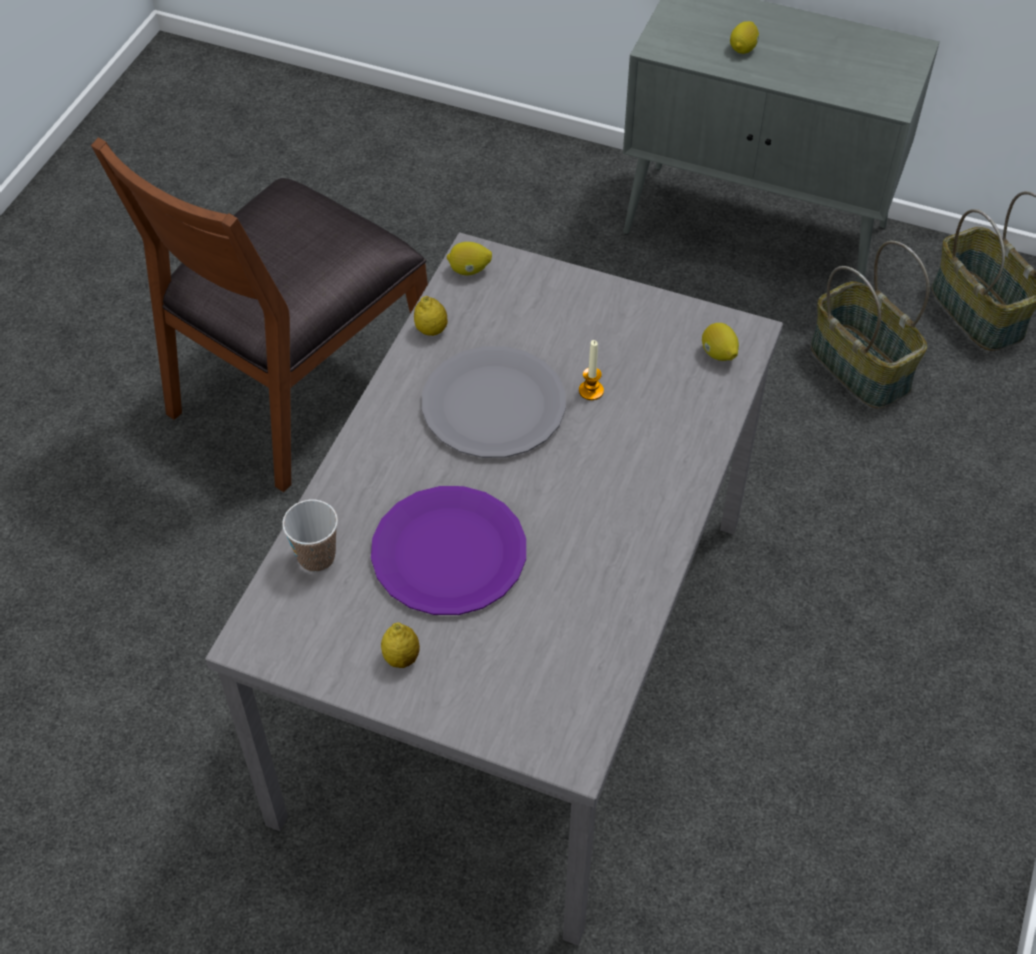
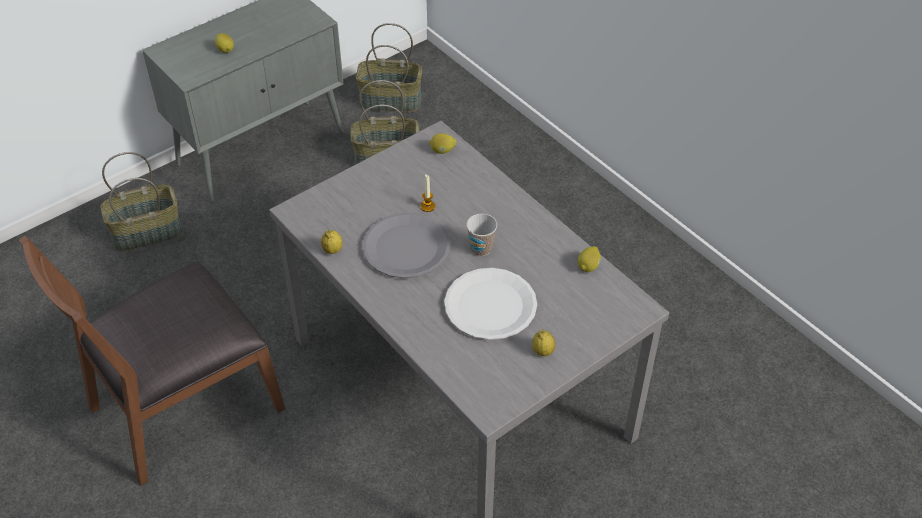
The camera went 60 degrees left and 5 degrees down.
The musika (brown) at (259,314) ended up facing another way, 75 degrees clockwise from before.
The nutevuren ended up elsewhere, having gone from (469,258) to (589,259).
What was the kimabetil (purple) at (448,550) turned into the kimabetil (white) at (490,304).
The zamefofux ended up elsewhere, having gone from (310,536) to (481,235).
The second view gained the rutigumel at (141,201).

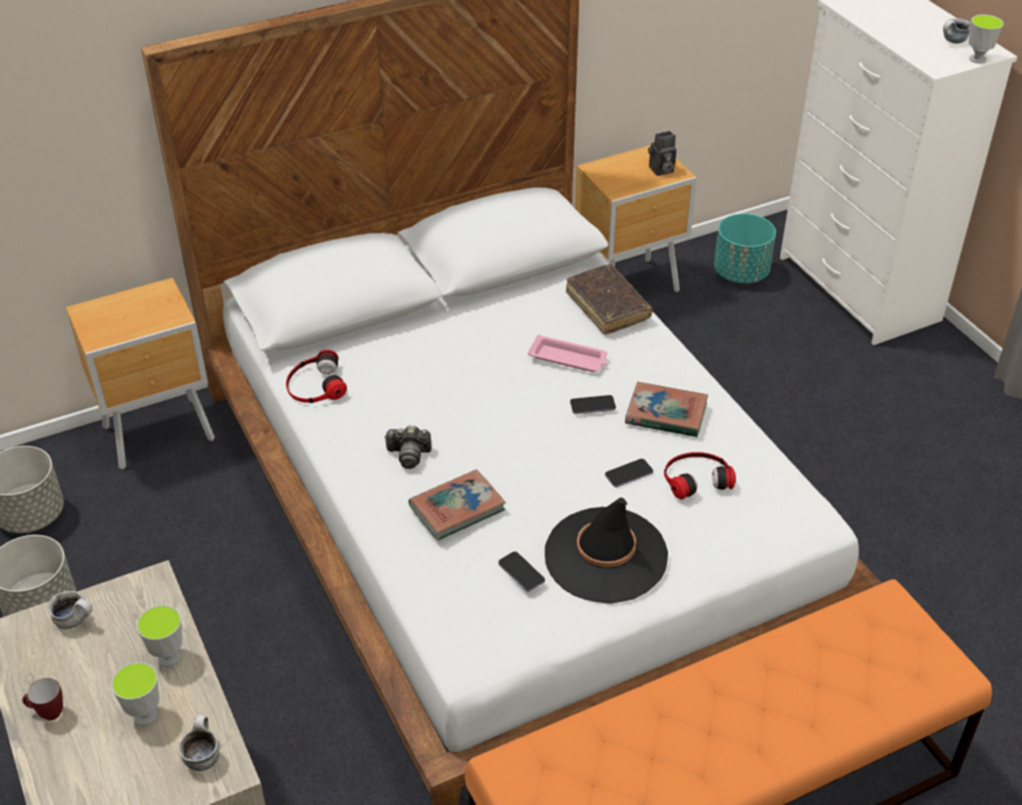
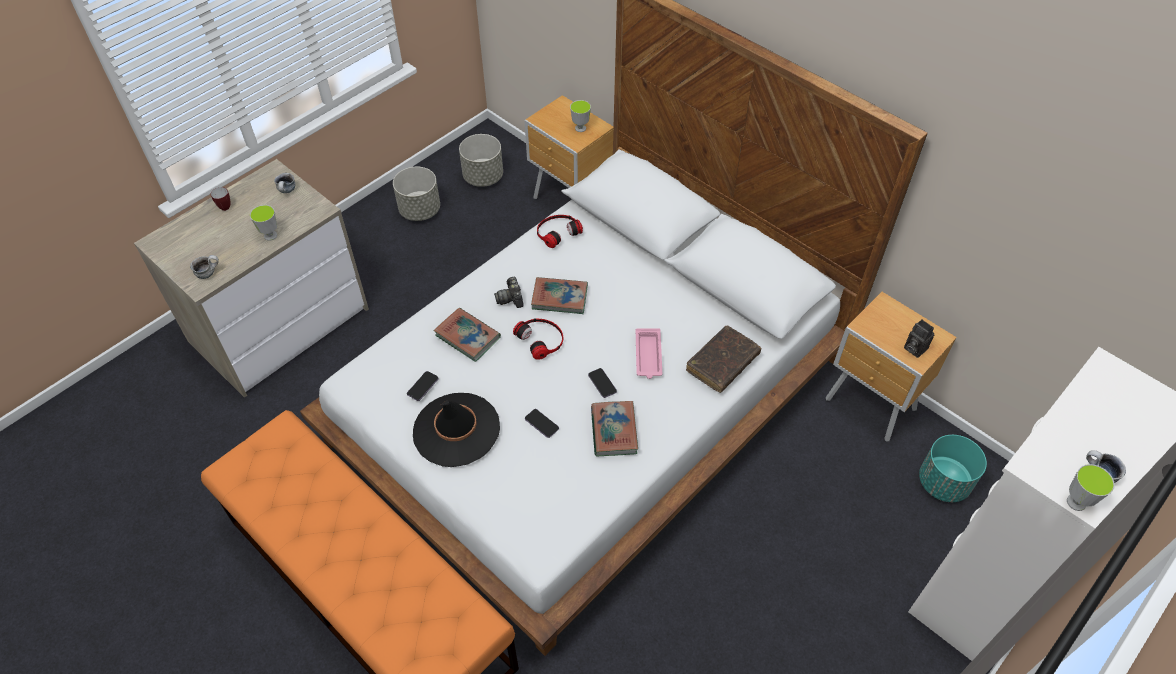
The camera went 70 degrees right and 10 degrees up.
The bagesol ended up elsewhere, having gone from (700,476) to (538,339).
The zamefofux ended up elsewhere, having gone from (135,694) to (580,116).
The second view gained the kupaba at (559,295).

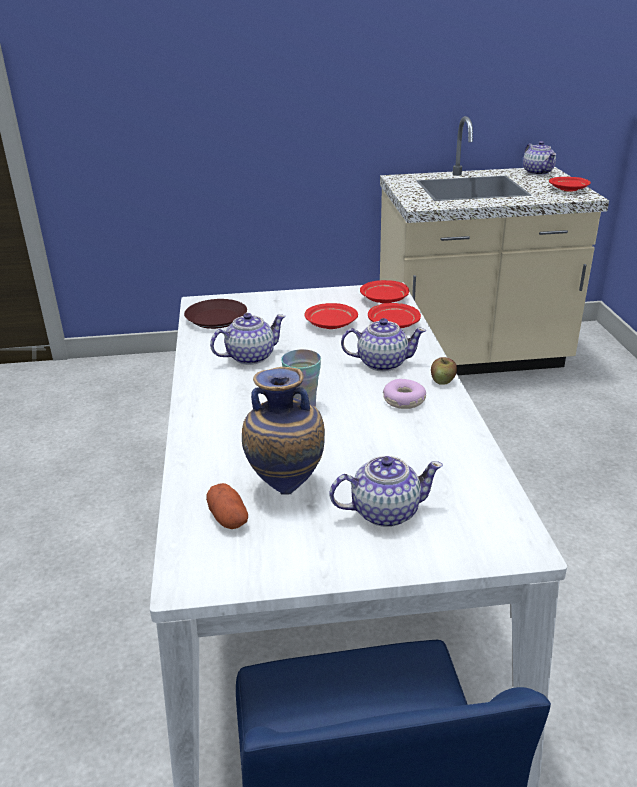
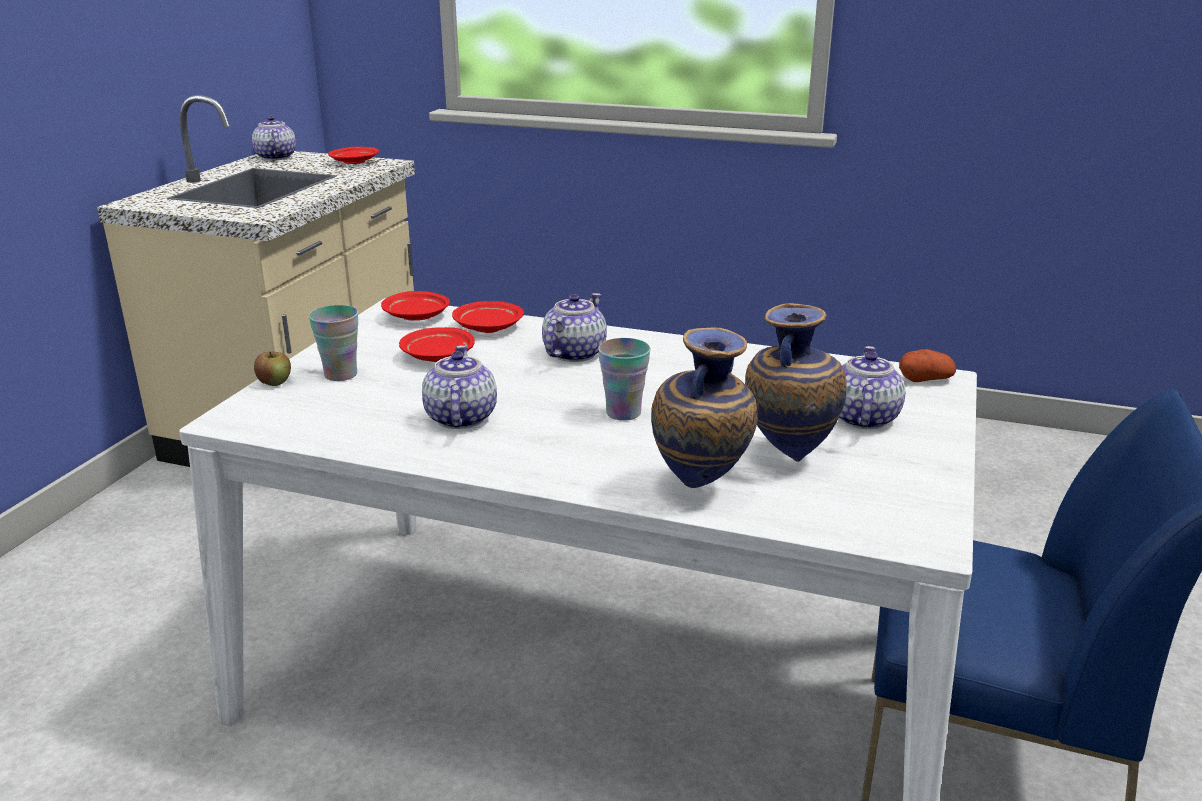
The camera went 65 degrees left and 5 degrees down.
The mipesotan at (539,158) ended up facing another way, 120 degrees counterclockwise from before.
The second view lost the kimabetil (brown) at (215,314).
The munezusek ended up elsewhere, having gone from (444,371) to (272,369).
The second view lost the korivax at (404,394).
The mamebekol ended up elsewhere, having gone from (227,506) to (927,365).
The second view gained the zamefofux at (333,343).
The second view gained the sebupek at (704,407).

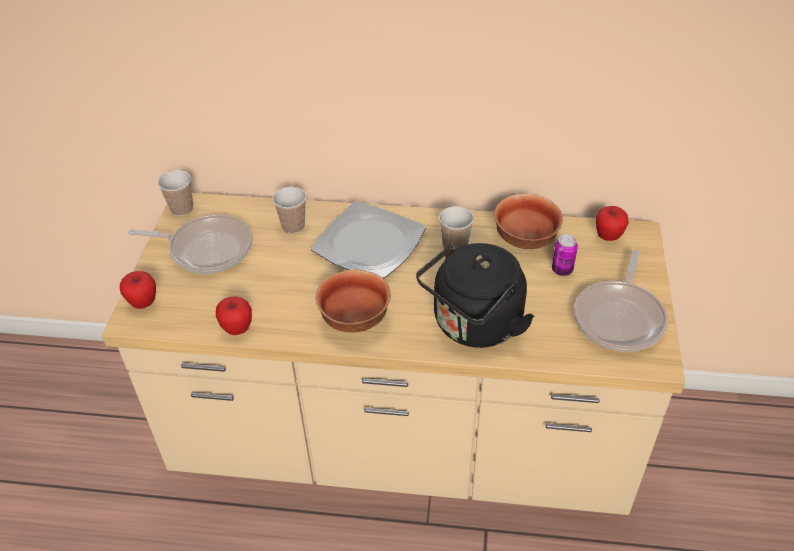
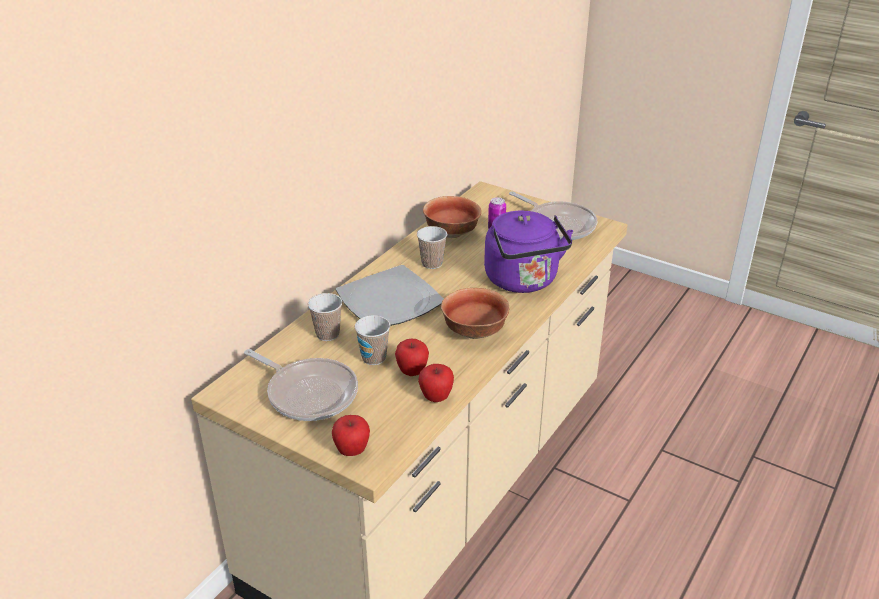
The camera went 65 degrees left and 10 degrees down.
The zamefofux ended up elsewhere, having gone from (175,193) to (372,340).
The munezusek ended up elsewhere, having gone from (612,223) to (412,357).
The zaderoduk at (190,244) ended up facing another way, 90 degrees clockwise from before.
What was the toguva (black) at (475,295) turned into the toguva (purple) at (528,252).

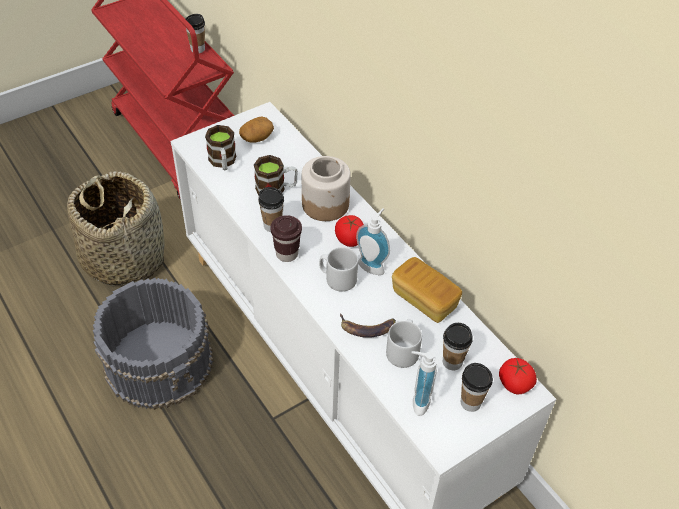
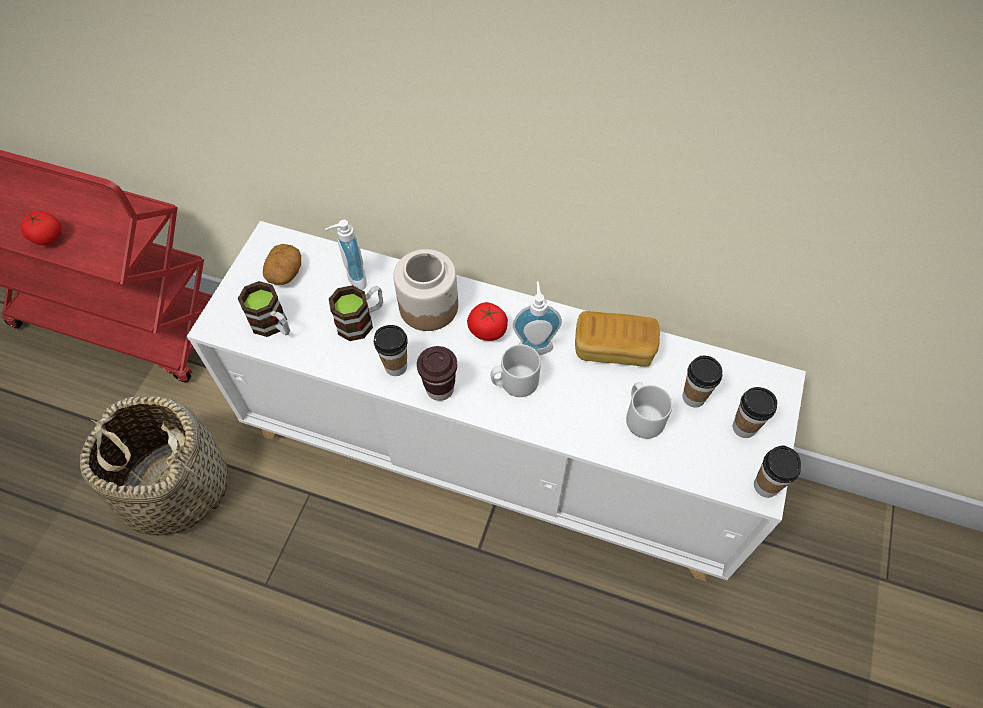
The camera went 35 degrees left and 10 degrees up.
The zamefofux ended up elsewhere, having gone from (195,33) to (777,471).
The second view lost the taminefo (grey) at (153,344).
The second view lost the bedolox at (368,325).
The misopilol ended up elsewhere, having gone from (424,383) to (346,255).
The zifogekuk ended up elsewhere, having gone from (518,376) to (41,228).

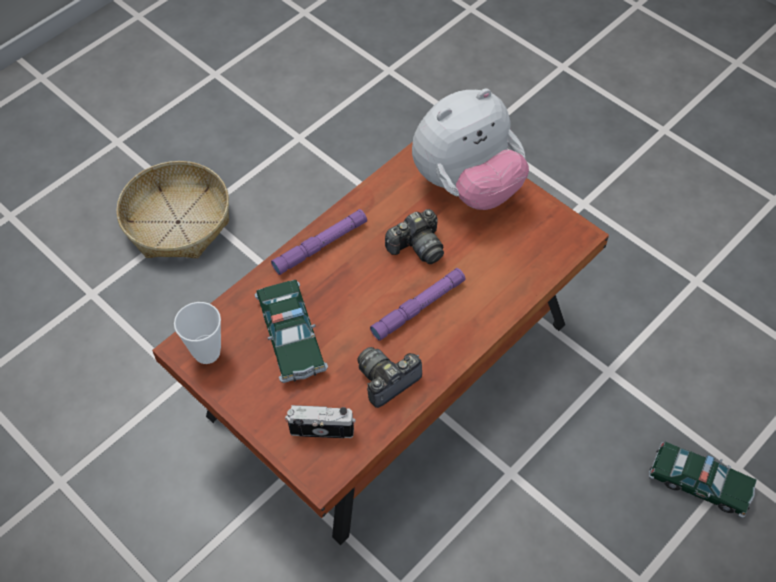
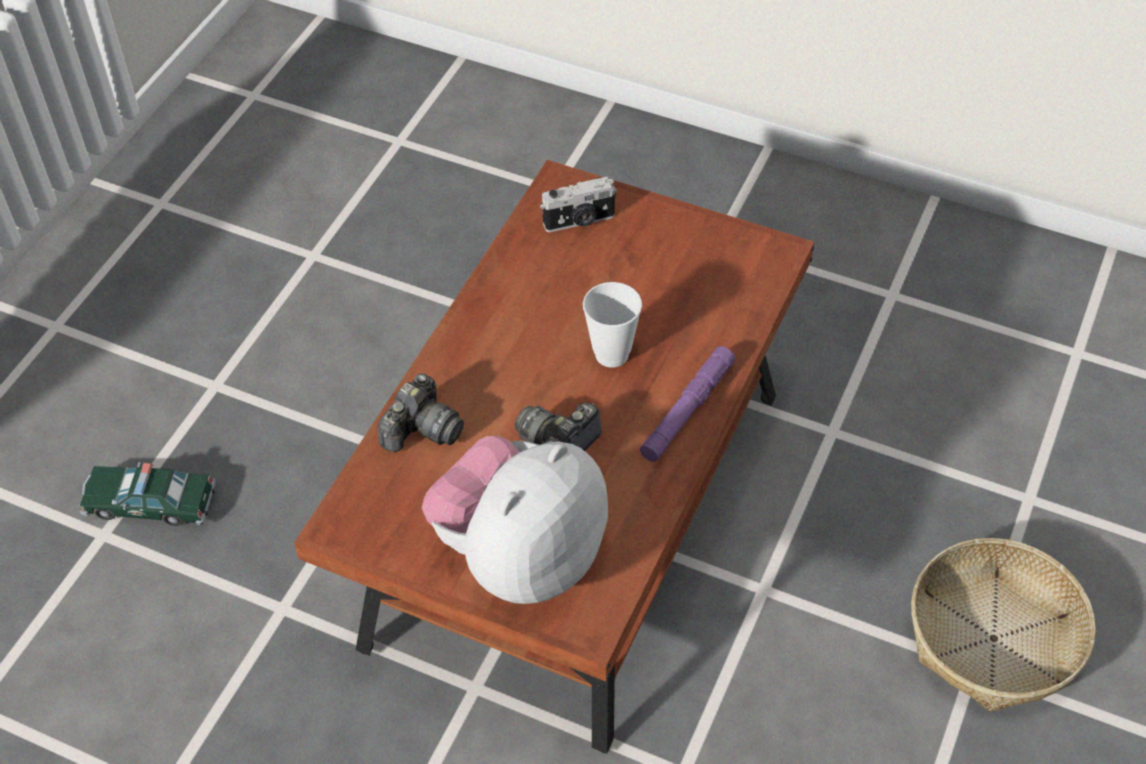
The camera went 160 degrees right and 5 degrees down.
The second view lost the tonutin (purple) at (418,304).
The second view lost the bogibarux at (291,331).
The zamefofux ended up elsewhere, having gone from (197,333) to (612,325).
The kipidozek ended up elsewhere, having gone from (389,377) to (421,412).

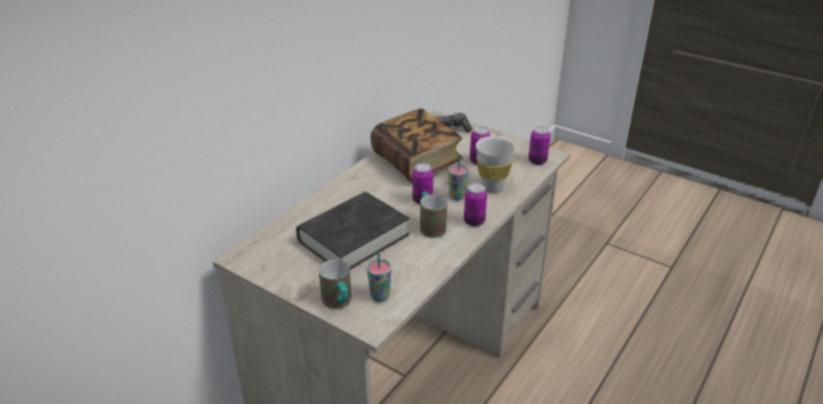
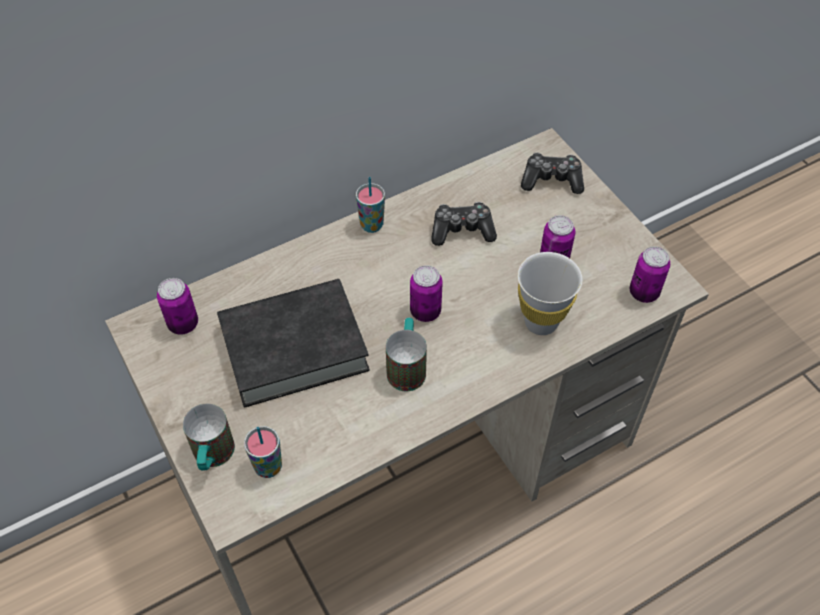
The camera went 25 degrees right and 20 degrees up.
Where the kupaba stood at (417,145), the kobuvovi came to stand at (464,224).
The zamefofux ended up elsewhere, having gone from (458,177) to (370,205).
The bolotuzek ended up elsewhere, having gone from (475,205) to (177,306).

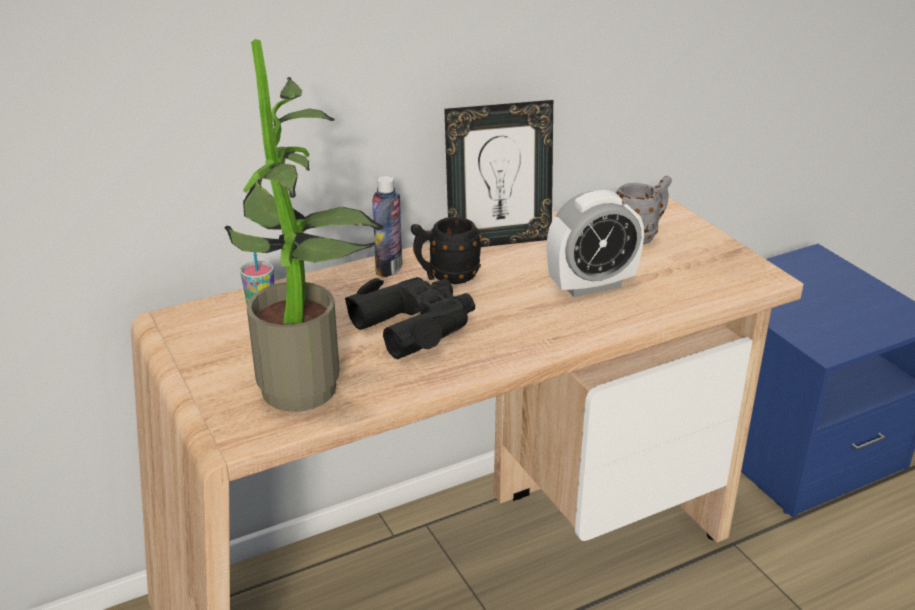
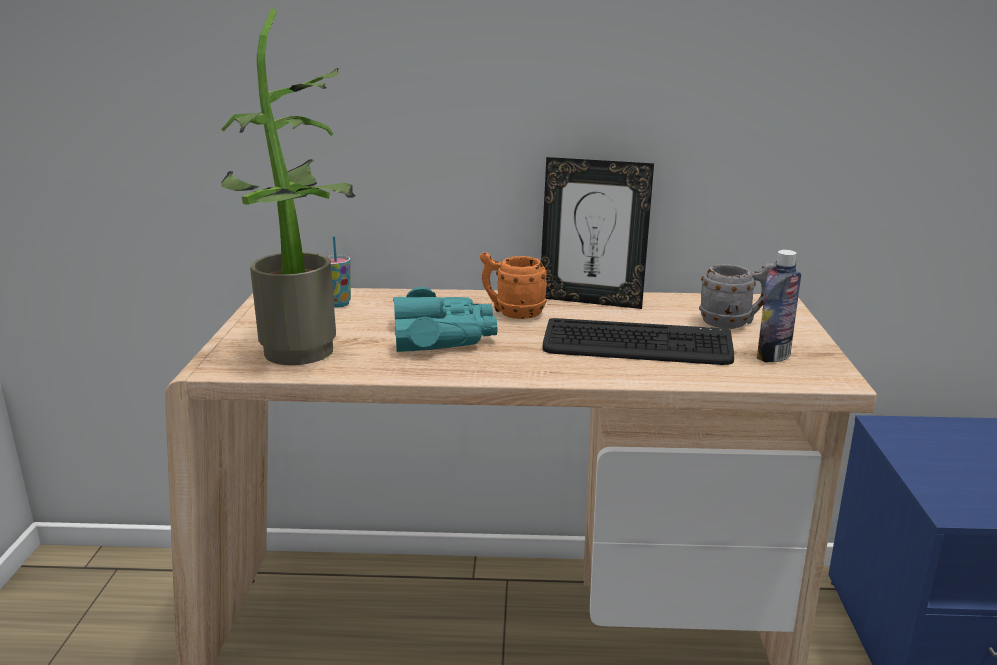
The camera went 30 degrees right and 10 degrees down.
The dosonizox ended up elsewhere, having gone from (387,226) to (779,306).
Where the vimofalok stood at (595,243), the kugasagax came to stand at (638,341).
What was the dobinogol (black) at (446,250) turned into the dobinogol (orange) at (514,285).
What was the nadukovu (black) at (410,318) turned into the nadukovu (turquoise) at (445,319).

